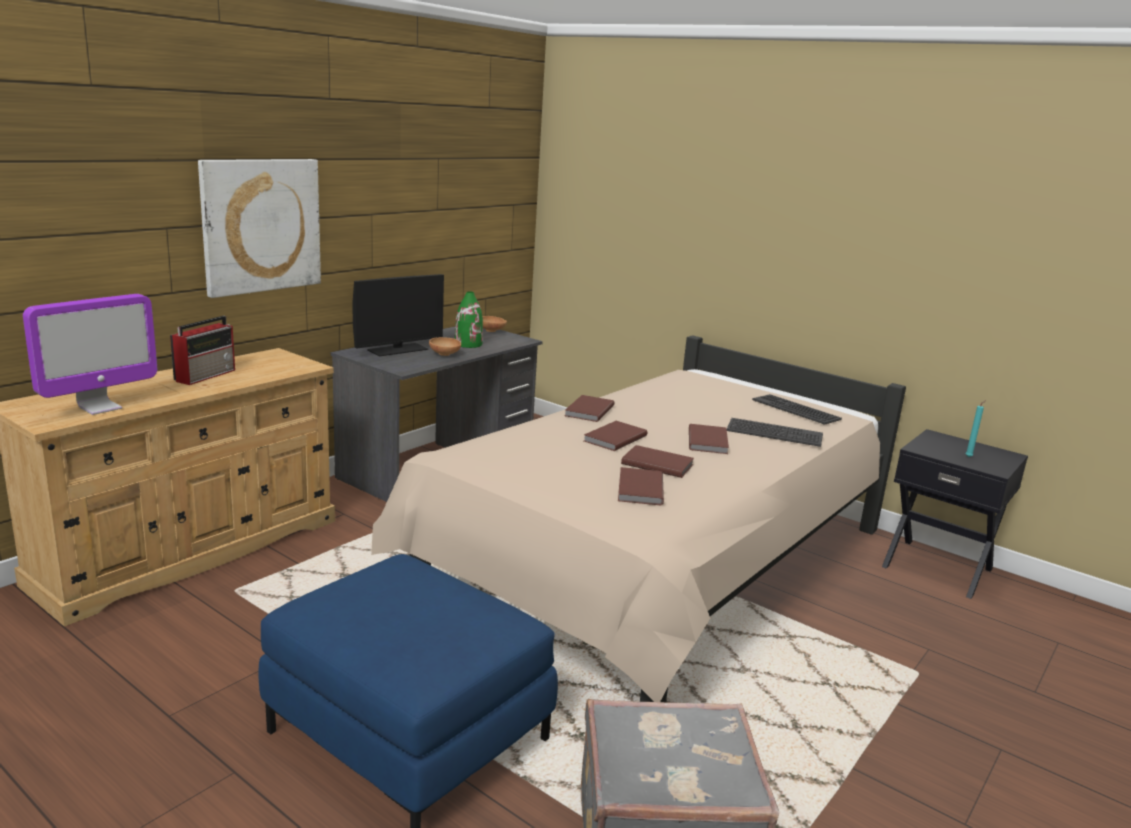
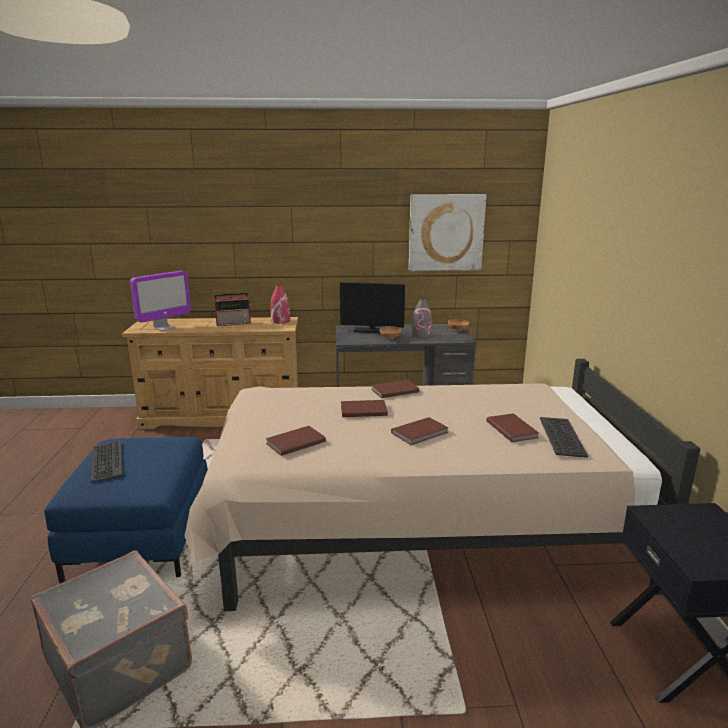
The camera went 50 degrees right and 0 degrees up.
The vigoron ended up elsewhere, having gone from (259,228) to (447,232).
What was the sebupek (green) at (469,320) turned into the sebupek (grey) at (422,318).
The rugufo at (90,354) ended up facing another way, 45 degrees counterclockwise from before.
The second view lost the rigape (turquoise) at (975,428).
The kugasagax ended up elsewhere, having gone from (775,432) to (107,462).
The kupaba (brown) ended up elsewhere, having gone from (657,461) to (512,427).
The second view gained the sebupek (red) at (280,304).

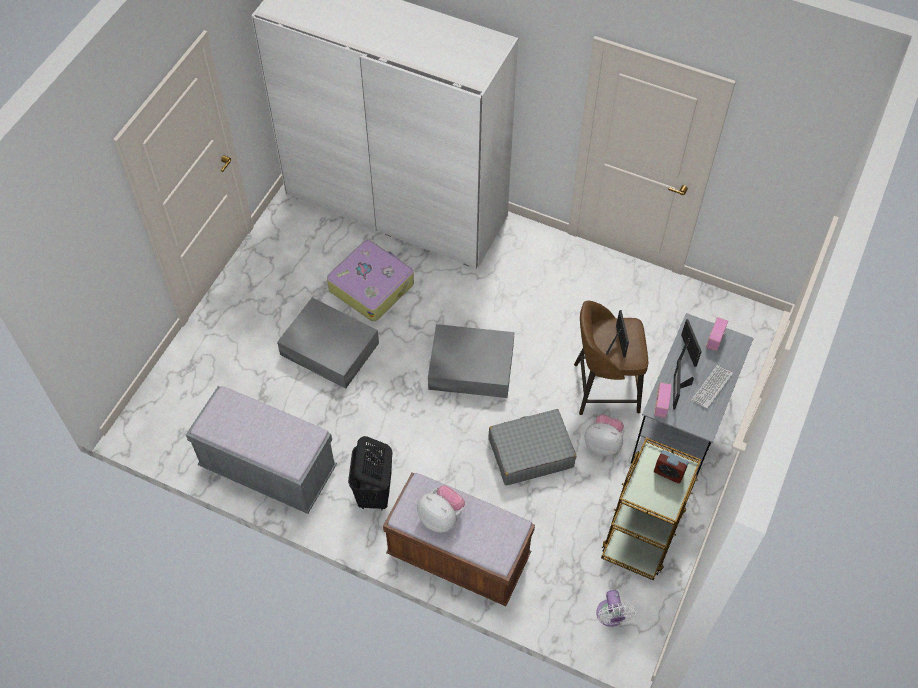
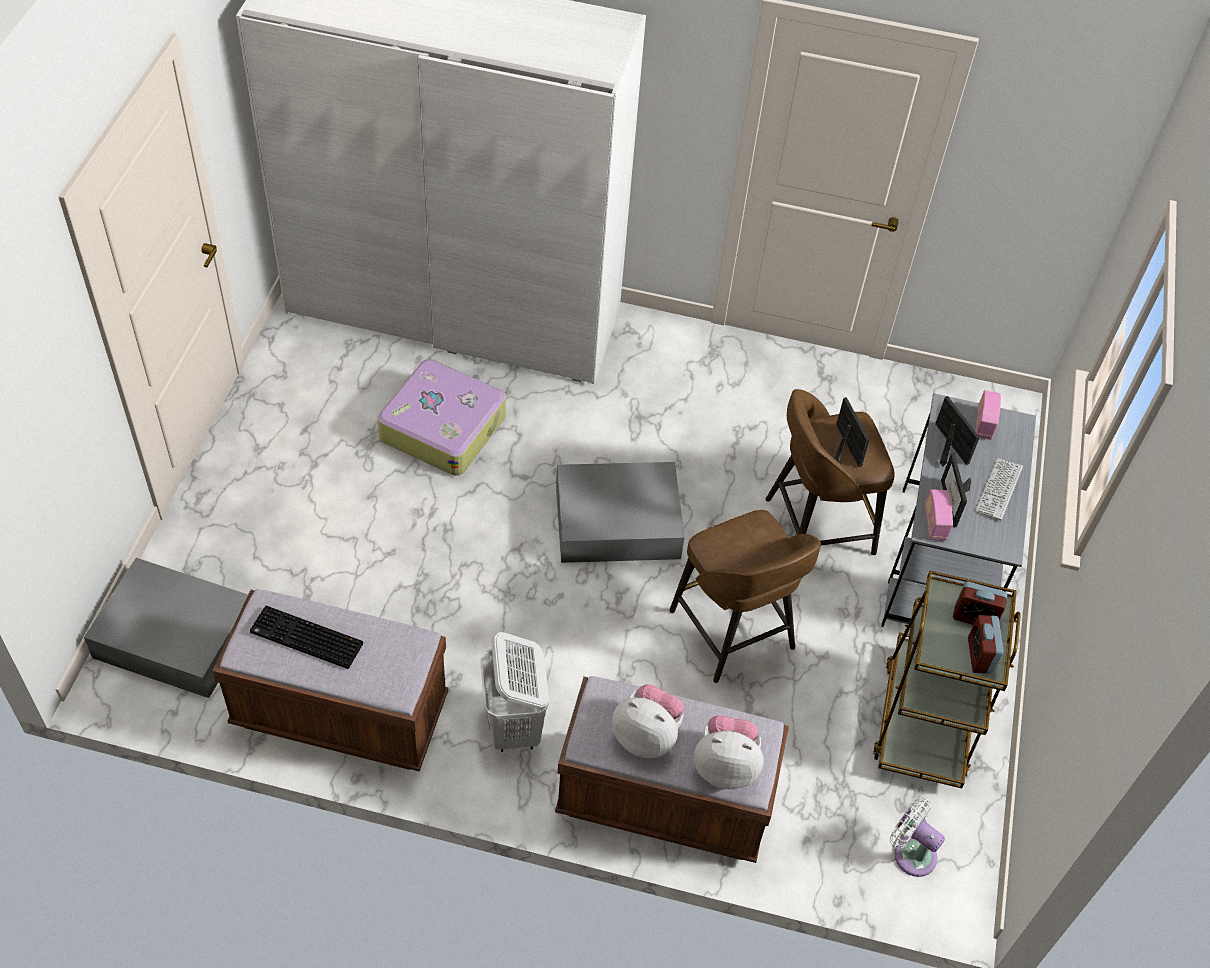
The camera went 15 degrees left and 5 degrees down.
The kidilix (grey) ended up elsewhere, having gone from (328,343) to (166,628).
What was the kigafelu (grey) at (261,450) turned into the kigafelu (brown) at (331,680).
Where the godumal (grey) stood at (532,447), the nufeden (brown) came to stand at (745,596).
The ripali ended up elsewhere, having gone from (604,435) to (728,752).
What was the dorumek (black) at (370,473) turned into the dorumek (white) at (514,692).
The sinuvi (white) at (616,608) ended up facing another way, 150 degrees clockwise from before.
The second view gained the kugasagax at (306,637).
The second view gained the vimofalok at (986,644).

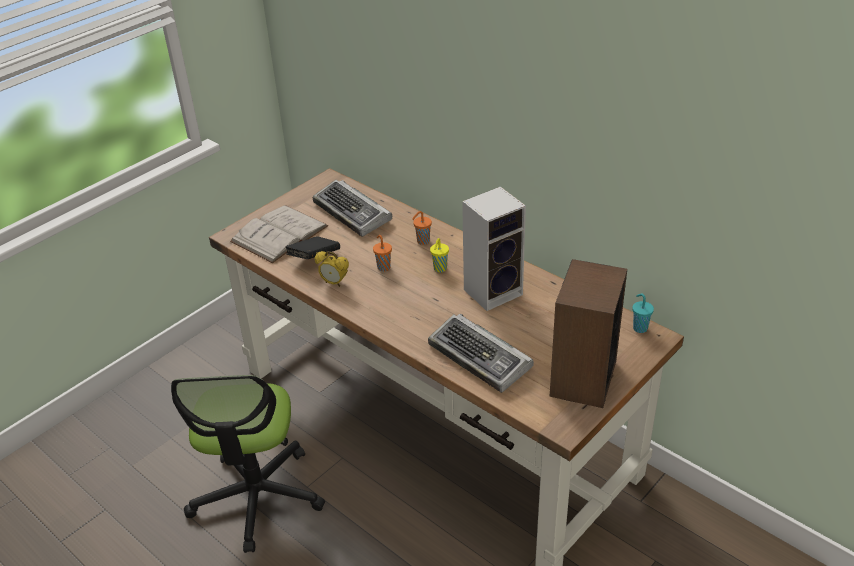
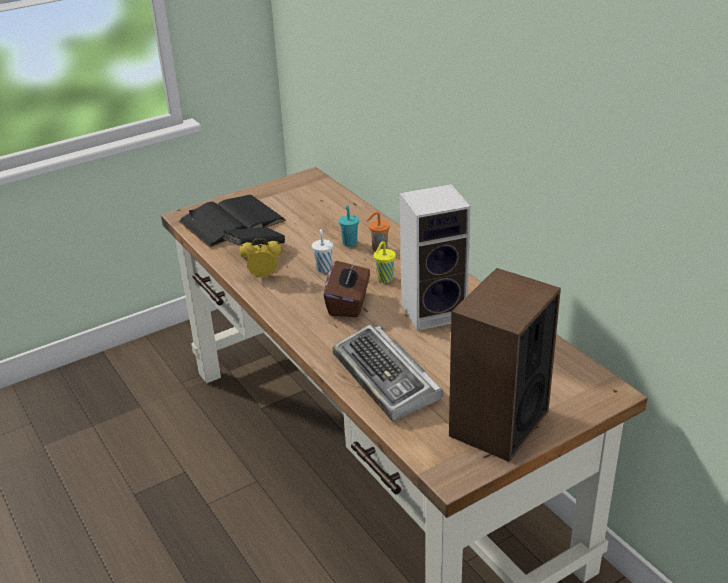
The camera went 15 degrees right and 5 degrees down.
The second view lost the kugasagax at (352,208).
What was the kupaba (white) at (279,234) turned into the kupaba (black) at (232,221).
What was the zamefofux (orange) at (382,253) turned into the zamefofux (white) at (322,251).
The vimofalok at (332,269) ended up facing another way, 135 degrees clockwise from before.
The zamefofux (turquoise) ended up elsewhere, having gone from (643,313) to (348,226).
The second view lost the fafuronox at (248,464).
The second view gained the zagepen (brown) at (347,288).

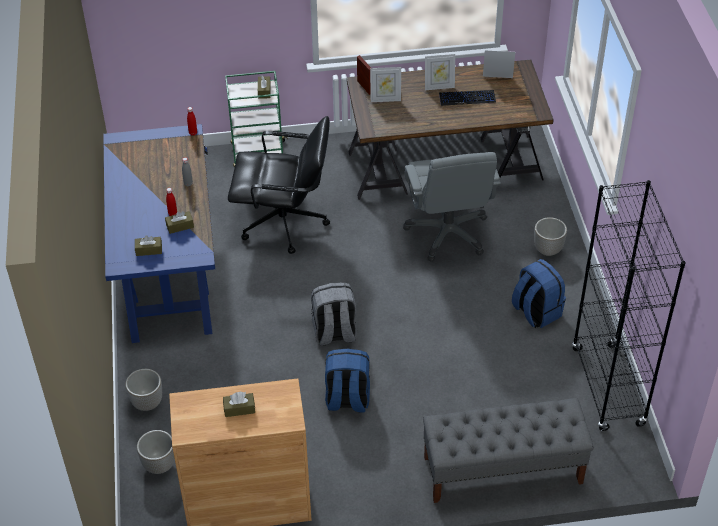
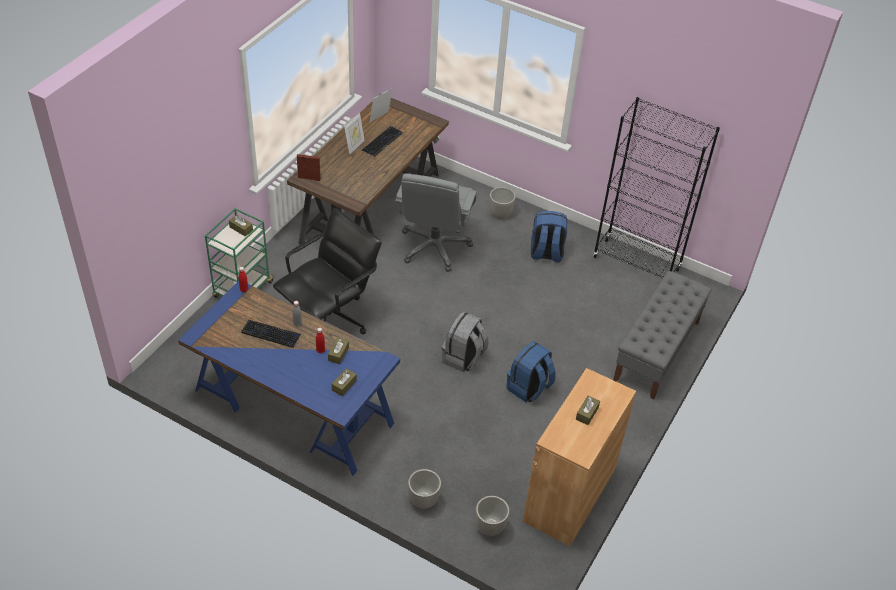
The camera went 55 degrees left and 0 degrees up.
The second view lost the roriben at (385,84).
The fafuronox (grey) at (452,207) ended up facing another way, 75 degrees clockwise from before.
The second view gained the kugasagax at (271,334).

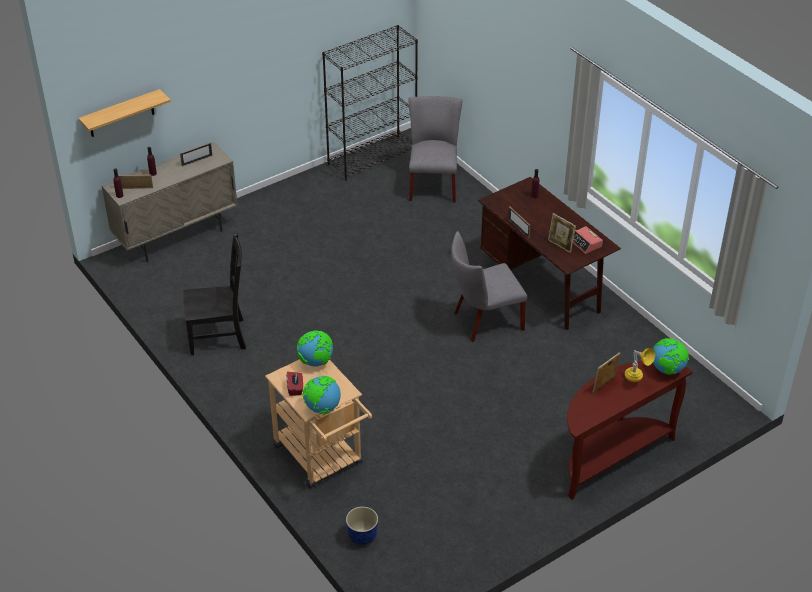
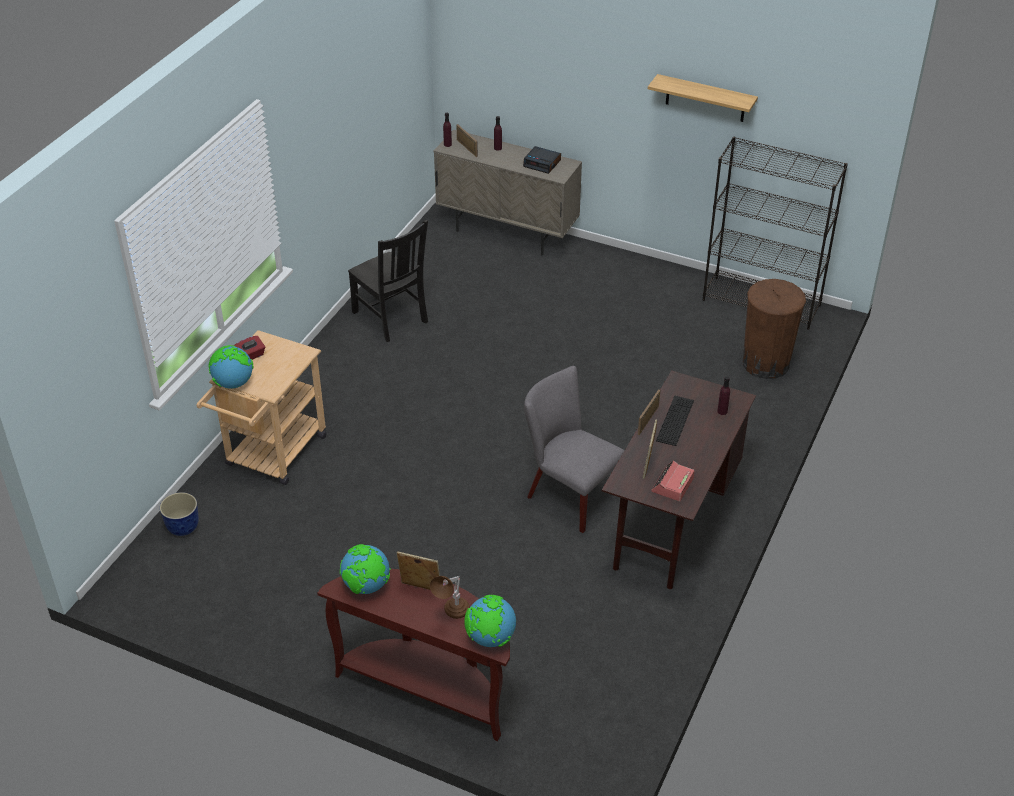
The camera went 60 degrees right and 0 degrees up.
The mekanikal ended up elsewhere, having gone from (124,113) to (703,98).
Where the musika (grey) stood at (435,149), the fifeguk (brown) came to stand at (774,329).
Where the roriben stood at (196,154), the vimofalok came to stand at (542,160).
The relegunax ended up elsewhere, having gone from (315,348) to (365,569).
What was the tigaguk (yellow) at (640,365) turned into the tigaguk (brown) at (450,597).
The second view gained the kugasagax at (675,421).

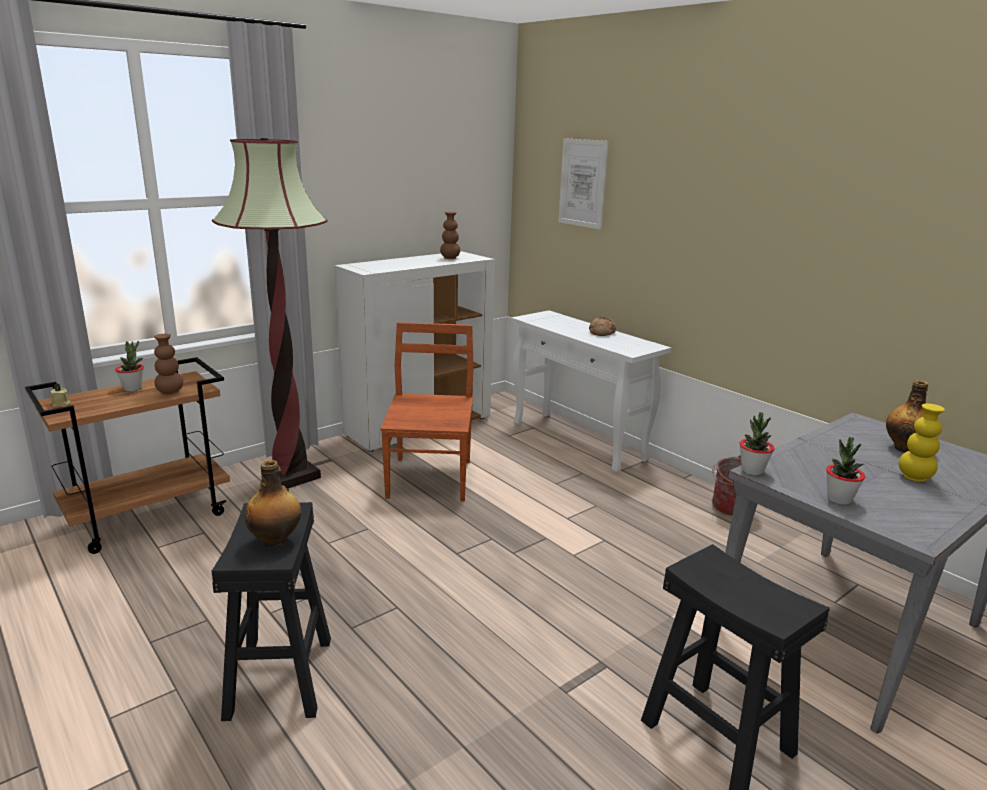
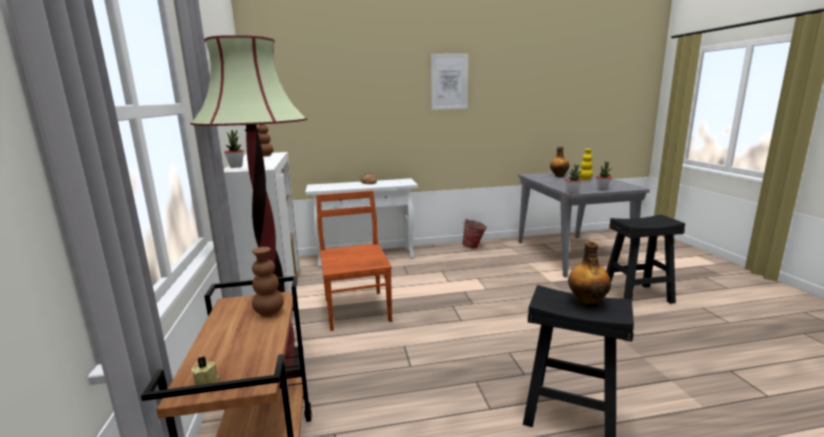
The camera went 60 degrees left and 5 degrees down.
The vigoron ended up elsewhere, having gone from (583,184) to (449,81).
The musika (brown) at (427,412) ended up facing another way, 45 degrees clockwise from before.
The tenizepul ended up elsewhere, having gone from (129,366) to (234,149).

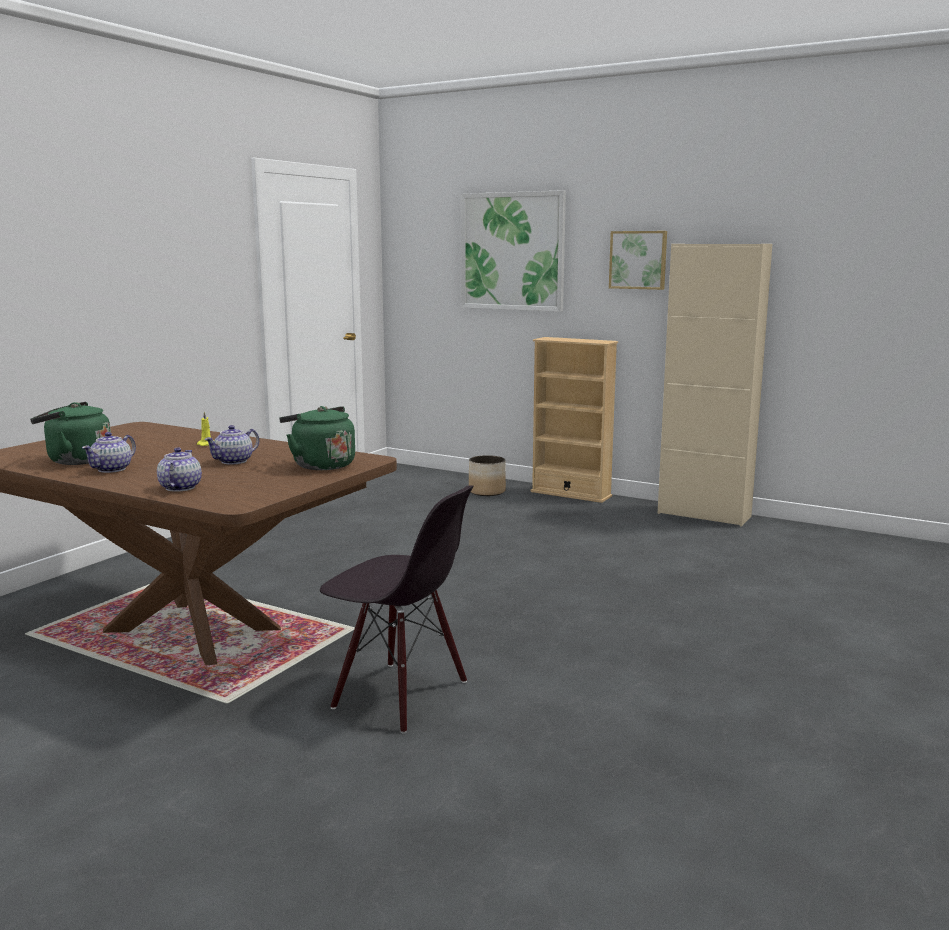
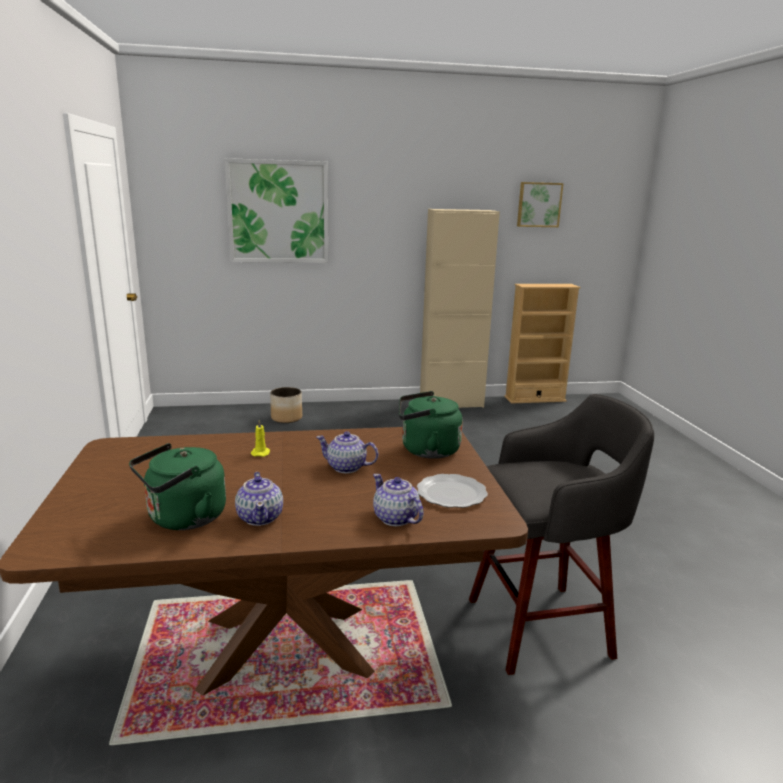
The camera went 40 degrees left and 5 degrees up.
The vigoron ended up elsewhere, having gone from (638,260) to (540,204).
The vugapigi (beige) ended up elsewhere, having gone from (574,420) to (543,343).
The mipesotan at (231,445) ended up facing another way, 105 degrees clockwise from before.
Where the musika (black) stood at (396,609), the nufeden (grey) came to stand at (561,534).
The second view gained the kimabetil at (452,491).

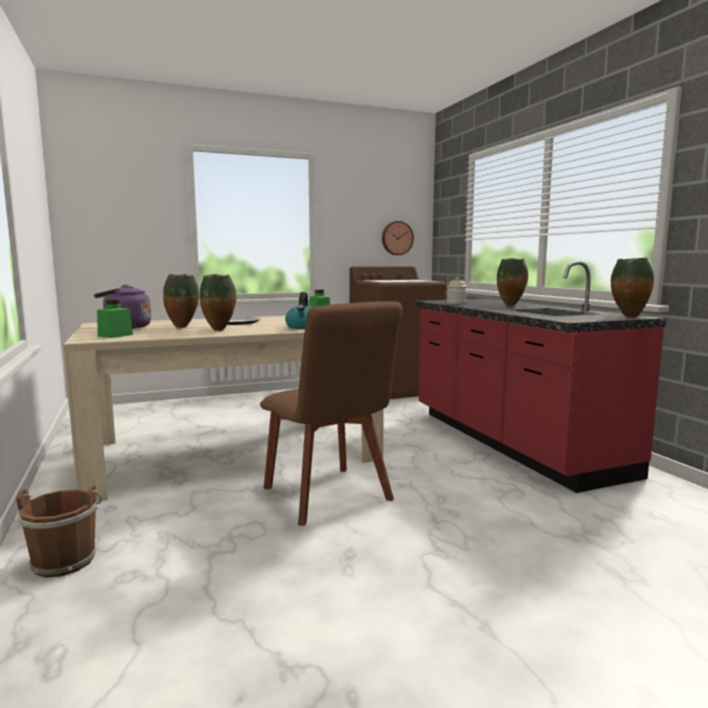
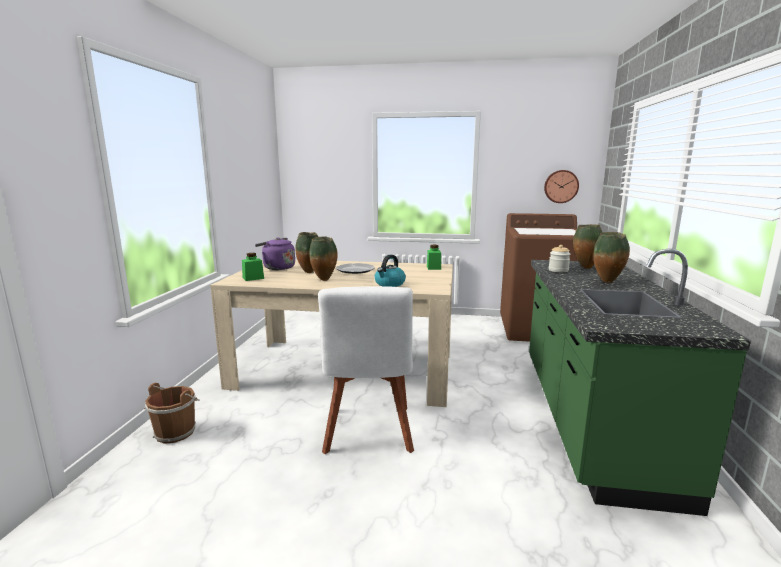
The camera went 30 degrees right and 5 degrees up.
The sebupek ended up elsewhere, having gone from (632,288) to (588,246).
What was the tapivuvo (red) at (541,377) turned into the tapivuvo (green) at (640,382).
What was the musika (brown) at (331,413) turned into the musika (white) at (366,370).

